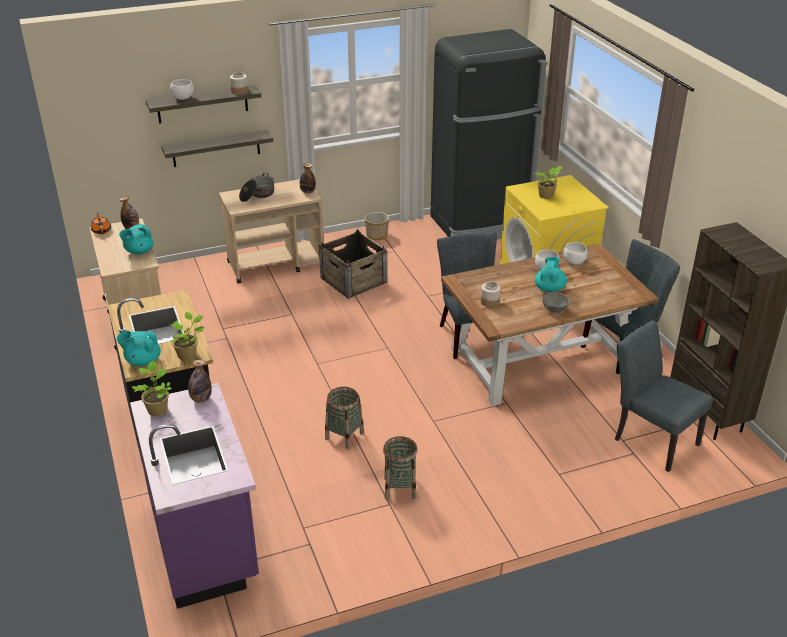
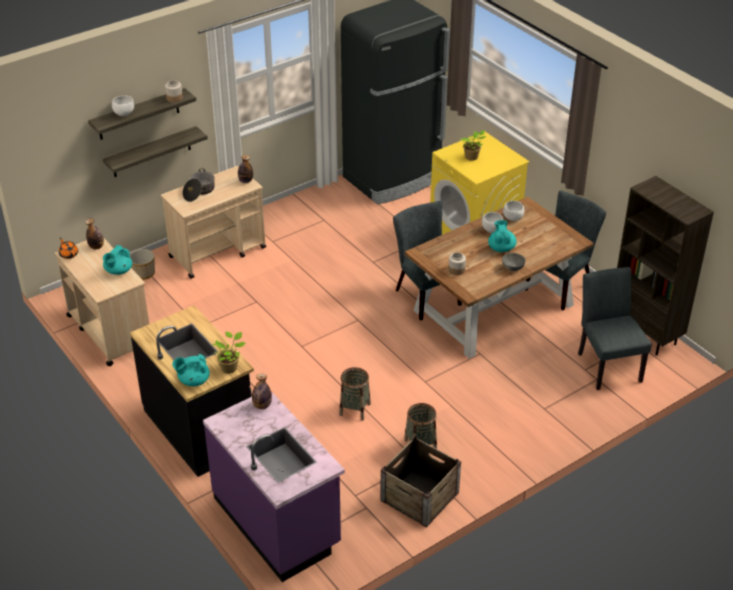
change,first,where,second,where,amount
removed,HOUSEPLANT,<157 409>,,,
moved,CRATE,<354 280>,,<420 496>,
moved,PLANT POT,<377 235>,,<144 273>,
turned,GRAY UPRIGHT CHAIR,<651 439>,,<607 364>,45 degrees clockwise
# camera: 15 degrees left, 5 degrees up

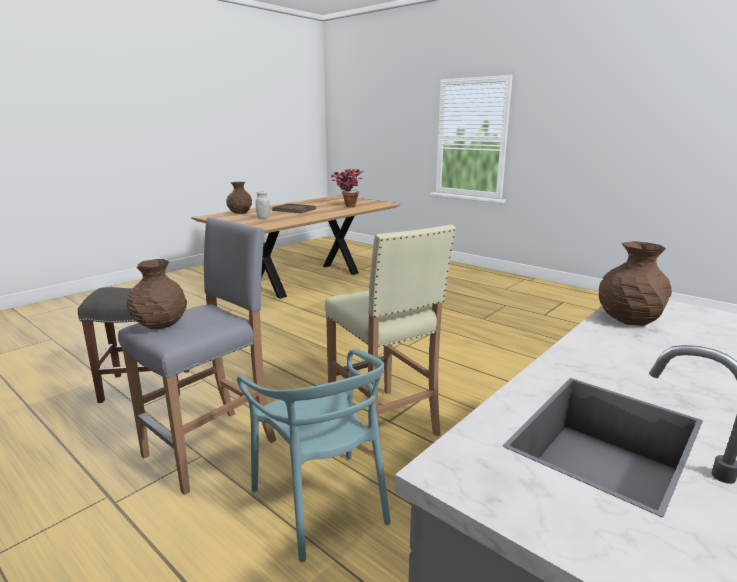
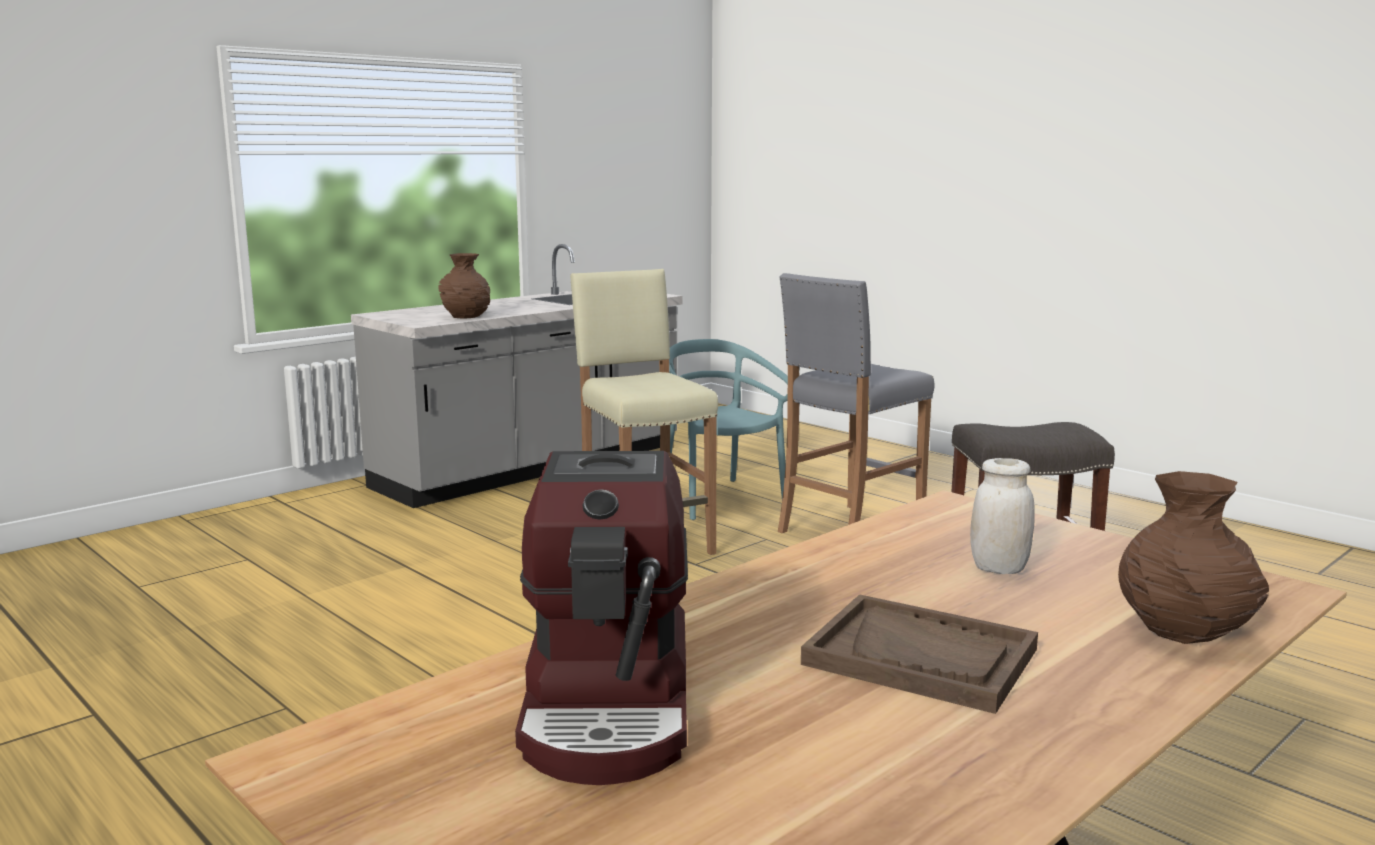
change,first,where,second,where,amount
removed,BROWNISH DECORATIVE VASE,<159 325>,,,
replaced,HOUSEPLANT,<347 206>,COFFEE BREWER,<611 708>,
# camera: 175 degrees left, 5 degrees down

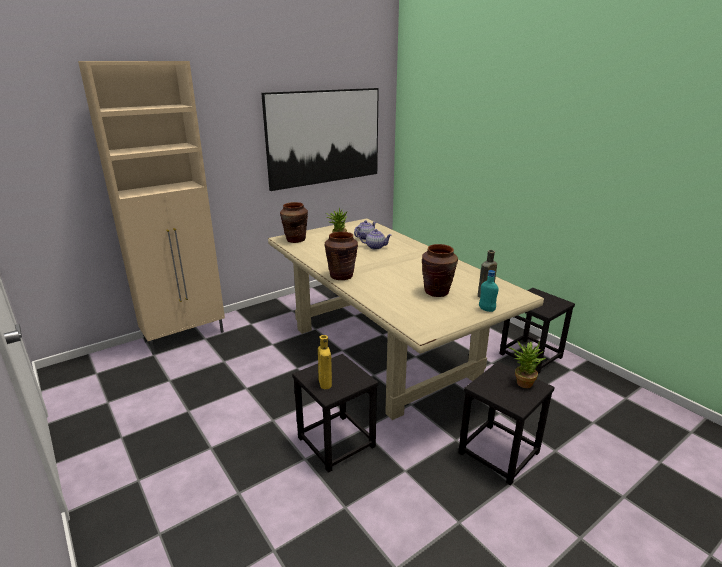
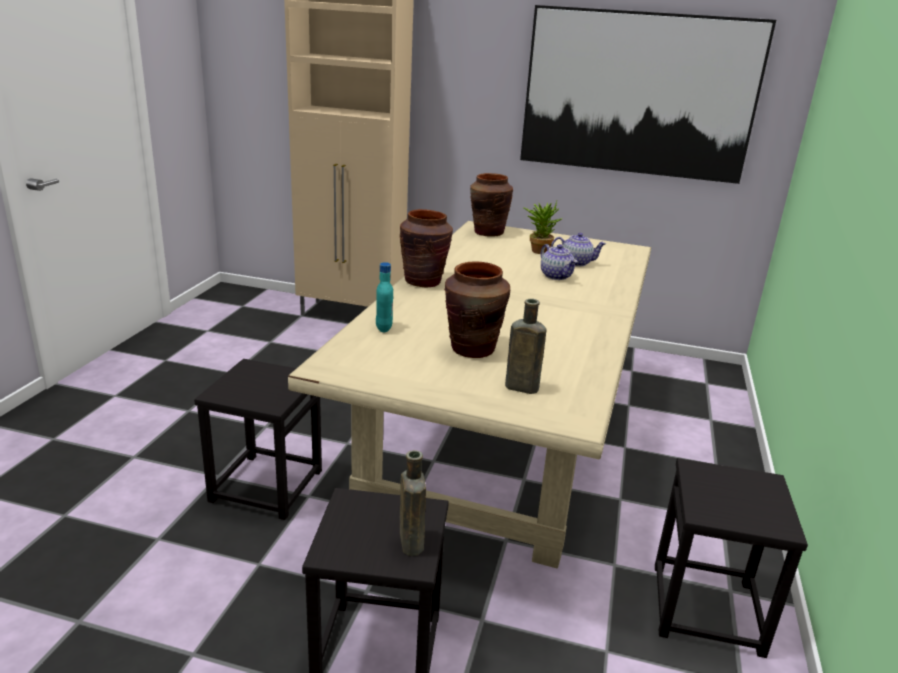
change,first,where,second,where,amount
removed,YELLOW BEVERAGE BOTTLE,<325 384>,,,
moved,TURQUOISE-COLOURED BEVERAGE BOTTLE,<486 309>,,<384 328>,
replaced,HOUSEPLANT,<522 381>,BROWNISH BEVERAGE BOTTLE,<410 540>,
# camera: 50 degrees right, 0 degrees up

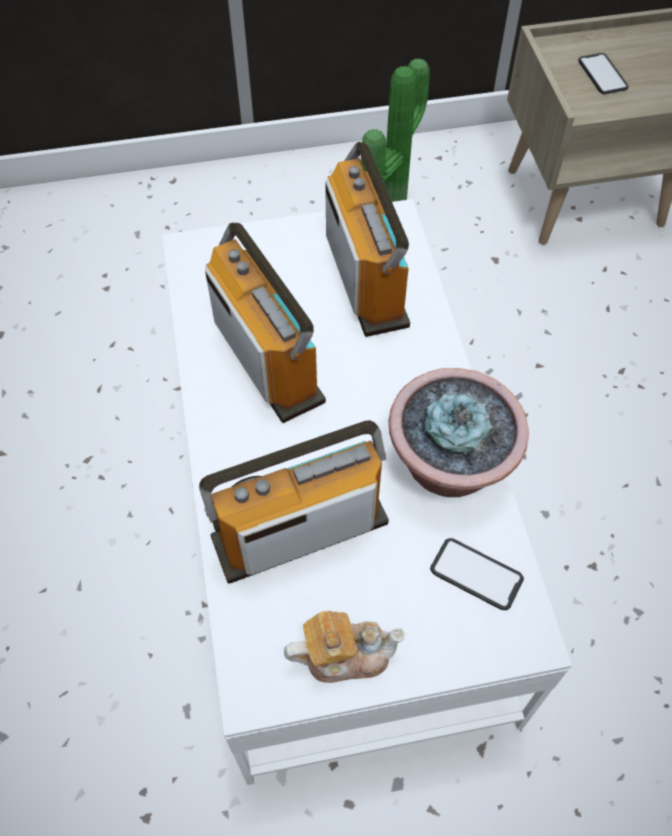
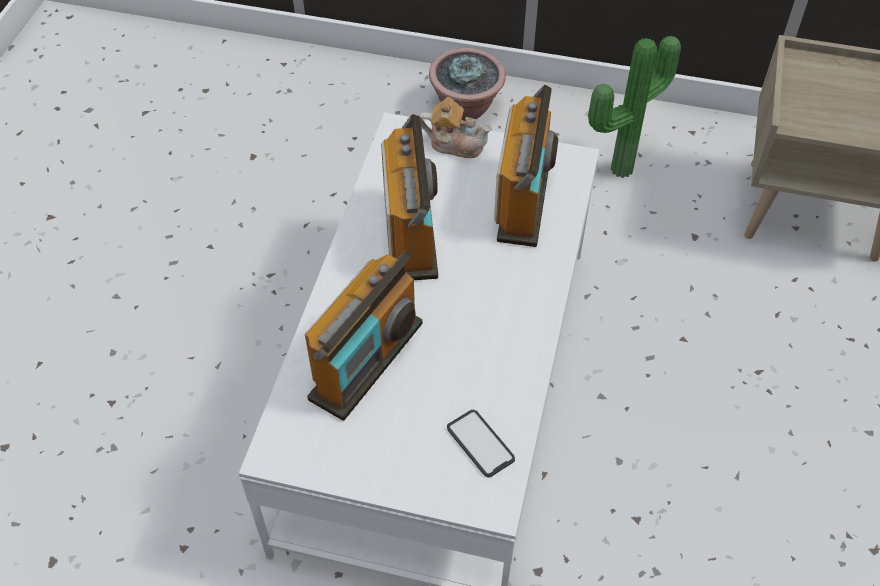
change,first,where,second,where,amount
turned,RADIO,<300 530>,,<367 361>,120 degrees clockwise
moved,TEAPOT,<344 654>,,<455 143>,
moved,HOUSEPLANT,<449 466>,,<466 108>,
removed,TELEPHONE,<602 74>,,,
# camera: 25 degrees right, 5 degrees down

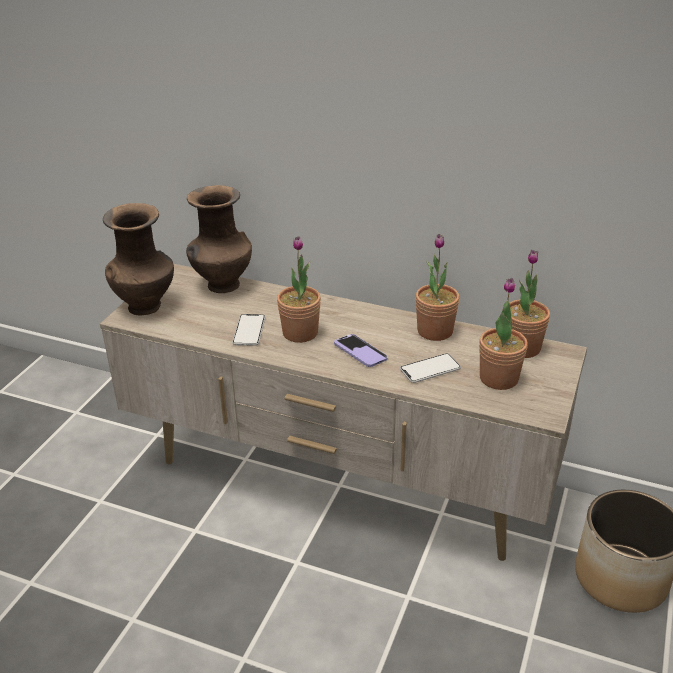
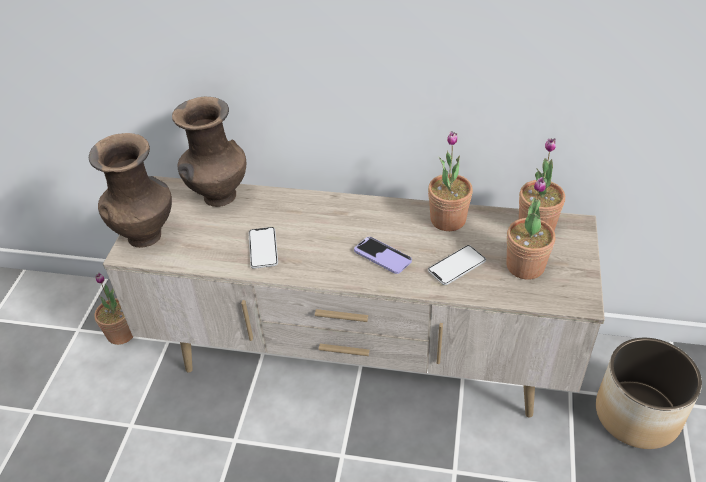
change,first,where,second,where,amount
moved,HOUSEPLANT,<300 333>,,<121 333>,
# camera: 10 degrees left, 10 degrees up

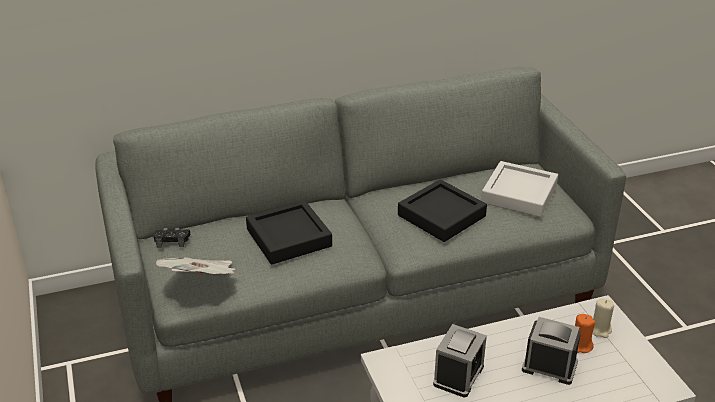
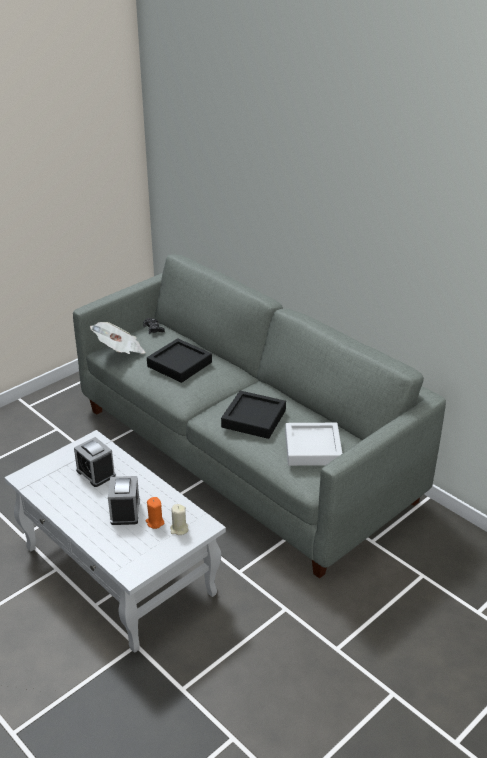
change,first,where,second,where,amount
turned,ALARM CLOCK,<458 375>,,<95 473>,45 degrees clockwise
# camera: 65 degrees right, 0 degrees up

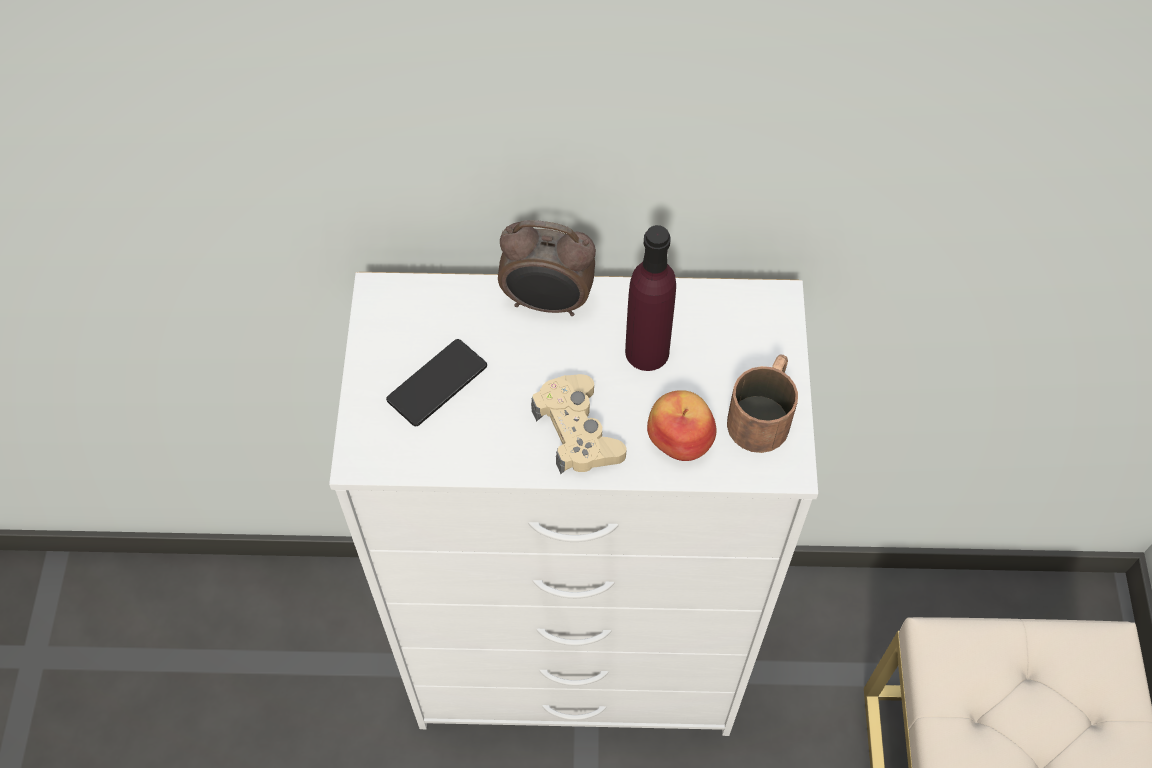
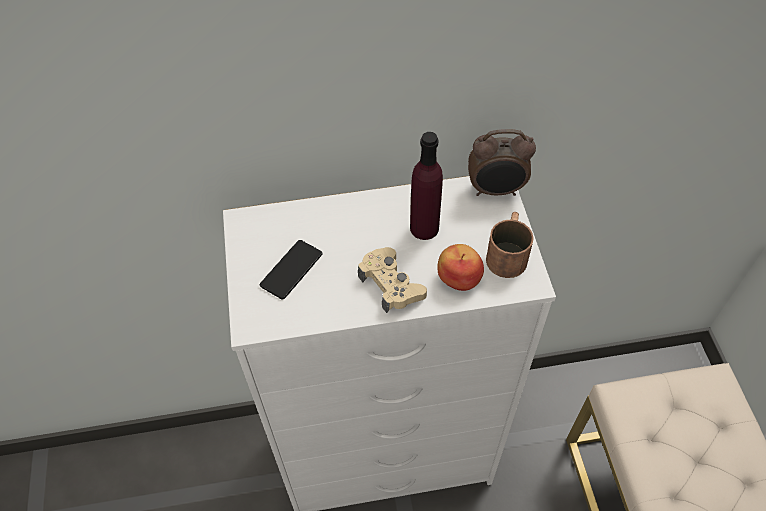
change,first,where,second,where,amount
moved,ALARM CLOCK,<547 303>,,<496 190>,
# camera: 10 degrees left, 5 degrees down

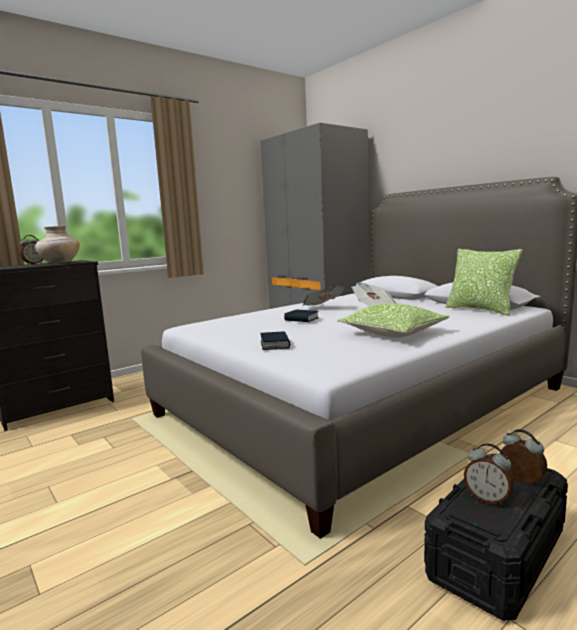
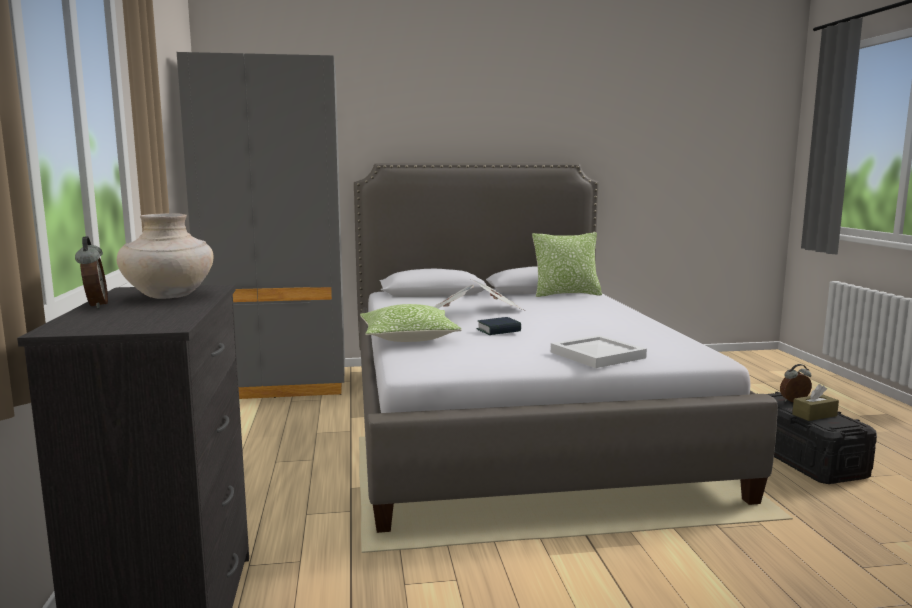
change,first,where,second,where,amount
replaced,BOOK,<275 345>,WHITE TRAY,<597 354>,
moved,THROW PILLOW,<393 333>,,<408 338>,
replaced,ALARM CLOCK,<487 498>,BROWNISH TISSUE BOX,<814 415>,
# camera: 60 degrees left, 0 degrees up

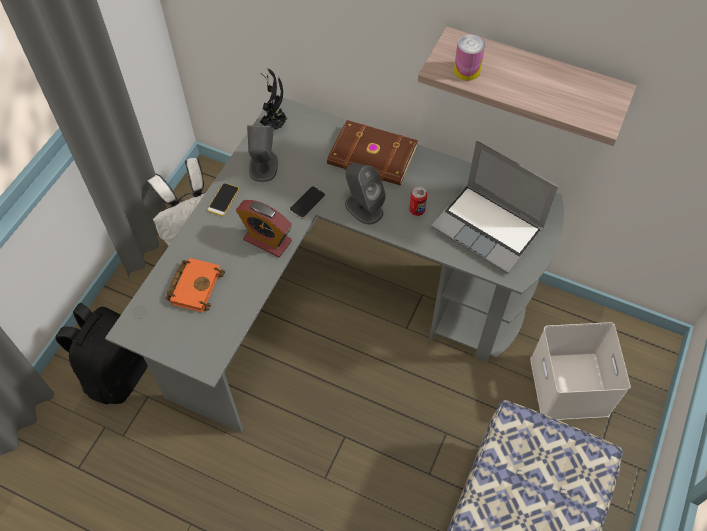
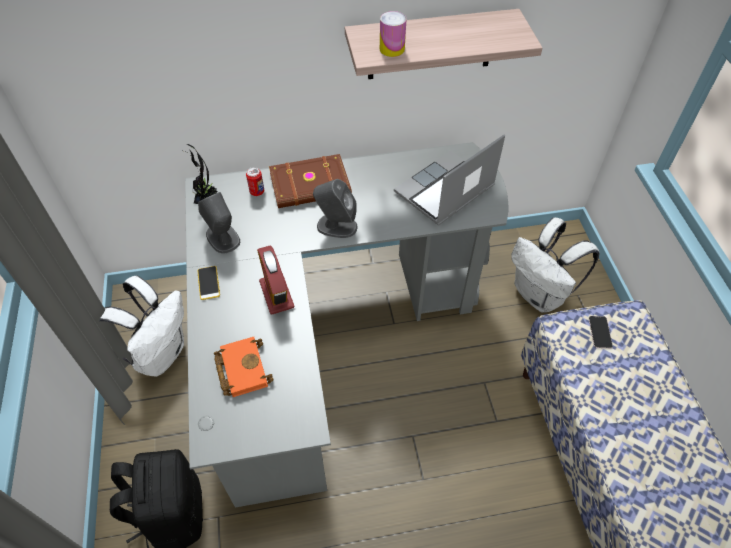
change,first,where,second,where,amount
turned,ALARM CLOCK,<267 240>,,<276 294>,75 degrees clockwise
moved,TELEPHONE,<307 202>,,<600 332>,
moved,METAL CAN,<417 210>,,<257 192>,
turned,LAPTOP,<489 229>,,<444 191>,135 degrees clockwise
replaced,WHITE STORAGE BOX,<571 387>,WHITE BACKPACK,<540 295>,
# camera: 35 degrees left, 5 degrees down

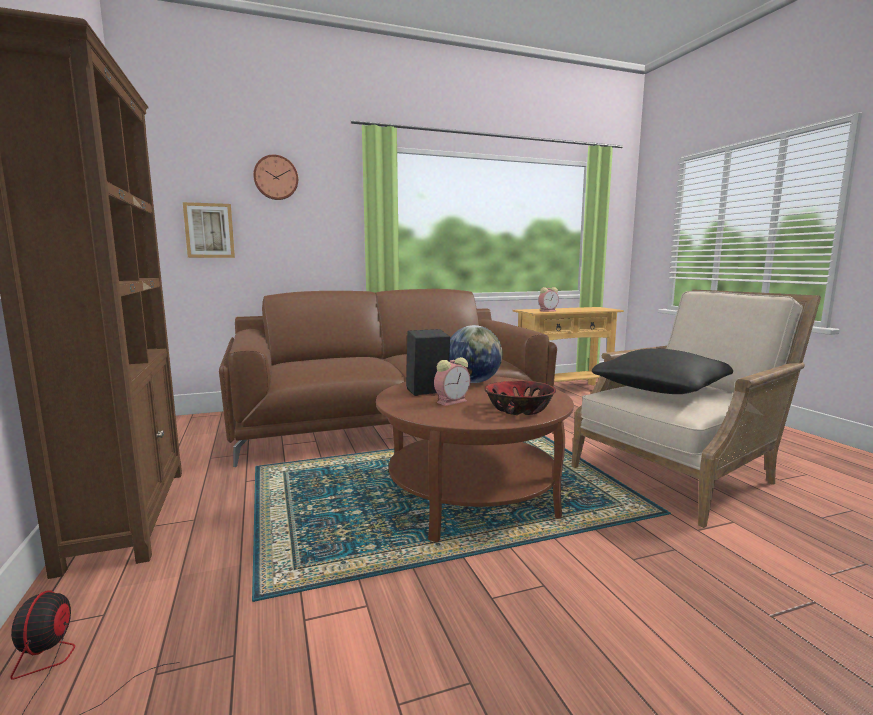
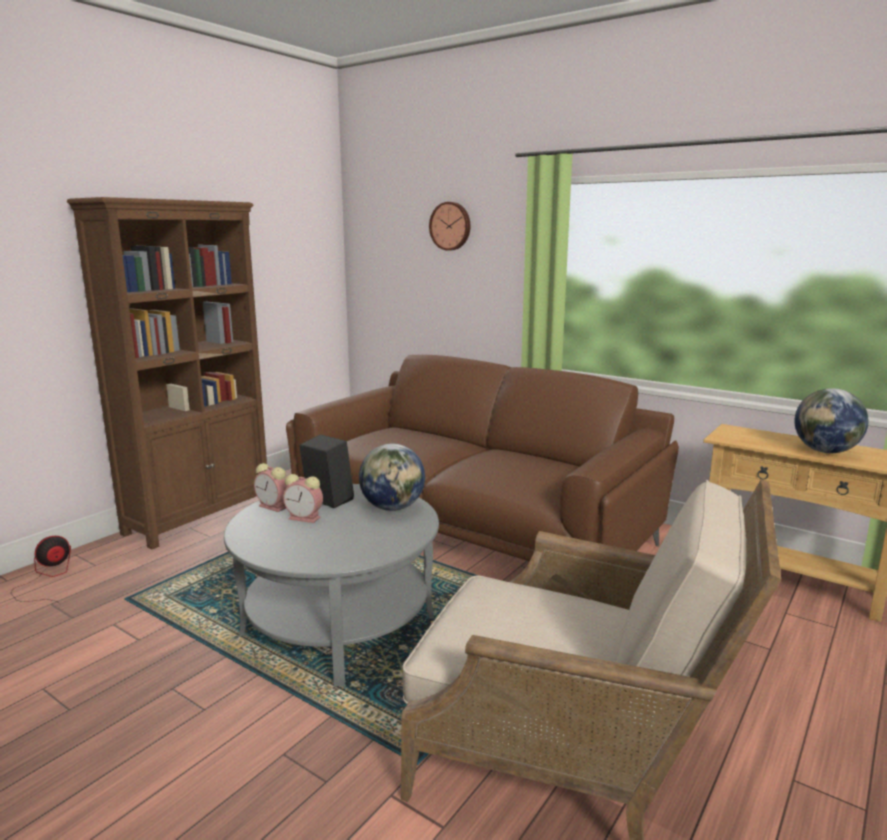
change,first,where,second,where,amount
removed,WALL PICTURE,<209 230>,,,
recoloured,BROWNISH LOUNGE TABLE,<472 498>,GRAY LOUNGE TABLE,<339 625>,
removed,BOWL,<518 409>,,,
moved,ALARM CLOCK,<548 311>,,<274 507>,
removed,BLACKISH THROW PILLOW,<661 389>,,,
added,,,GLOBE,<825 451>,
# camera: 55 degrees right, 5 degrees up

